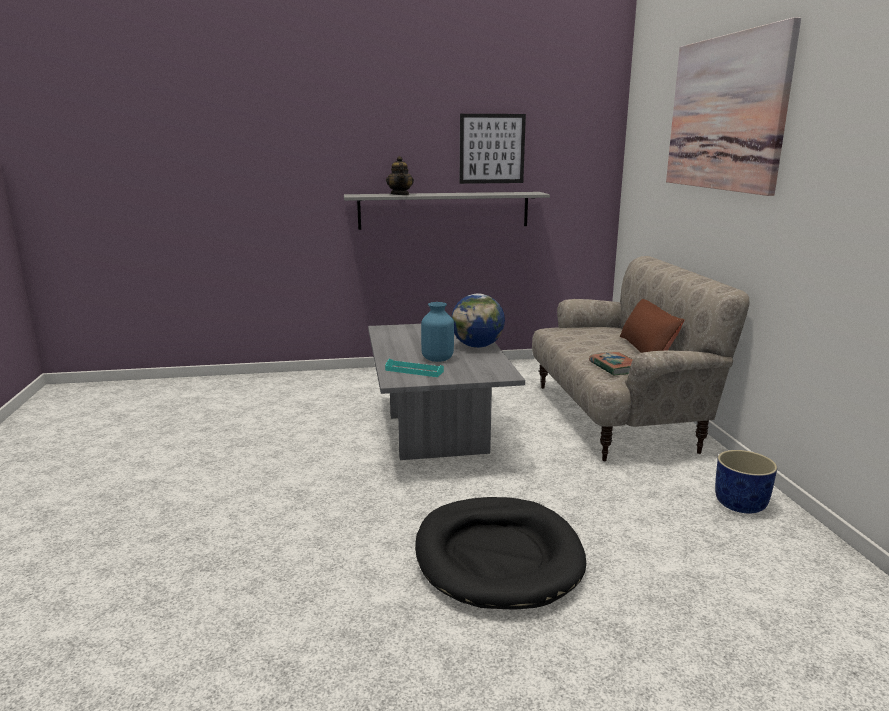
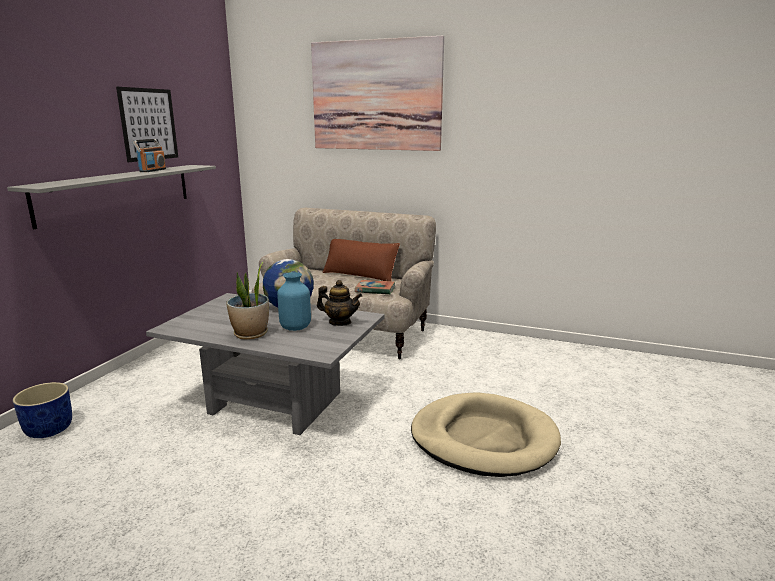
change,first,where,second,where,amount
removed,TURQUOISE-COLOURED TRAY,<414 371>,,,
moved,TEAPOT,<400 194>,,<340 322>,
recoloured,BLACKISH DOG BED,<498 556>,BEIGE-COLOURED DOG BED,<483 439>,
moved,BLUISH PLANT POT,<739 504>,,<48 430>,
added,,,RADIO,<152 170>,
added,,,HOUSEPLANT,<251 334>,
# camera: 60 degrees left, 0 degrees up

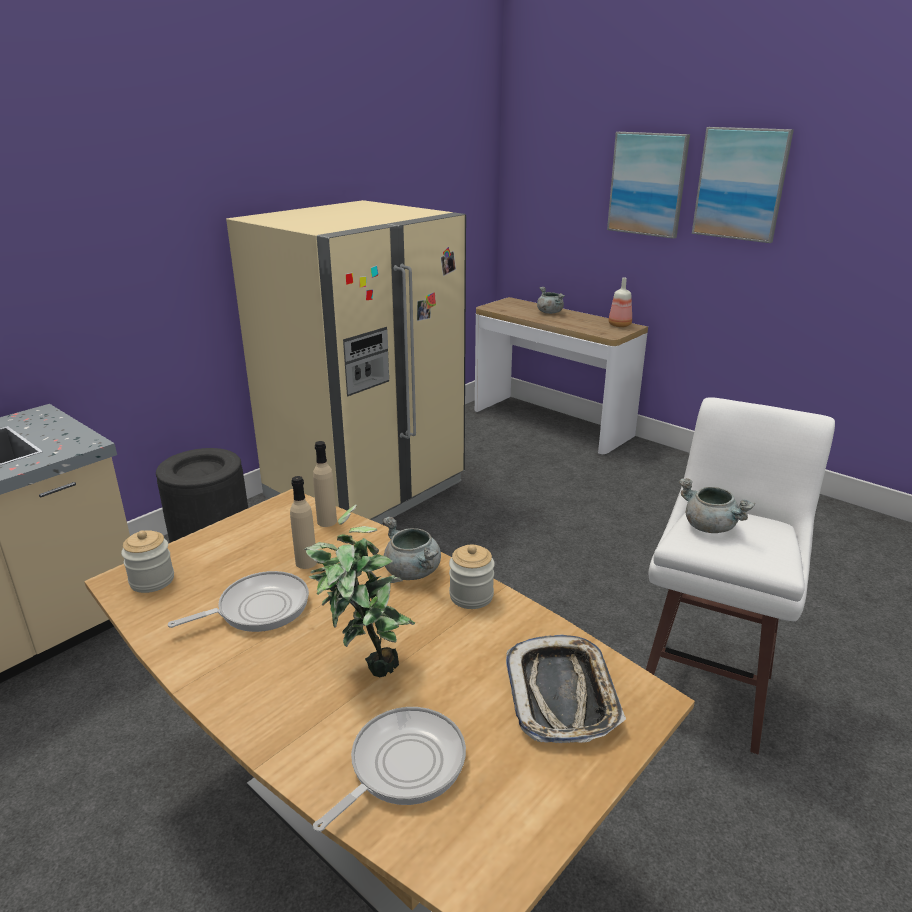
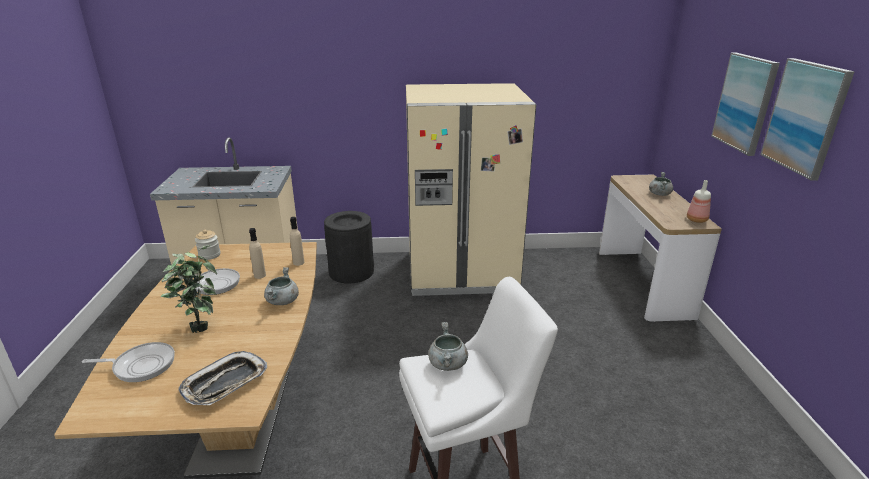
change,first,where,second,where,amount
removed,STORAGE JAR,<471 596>,,,
# camera: 45 degrees right, 0 degrees up

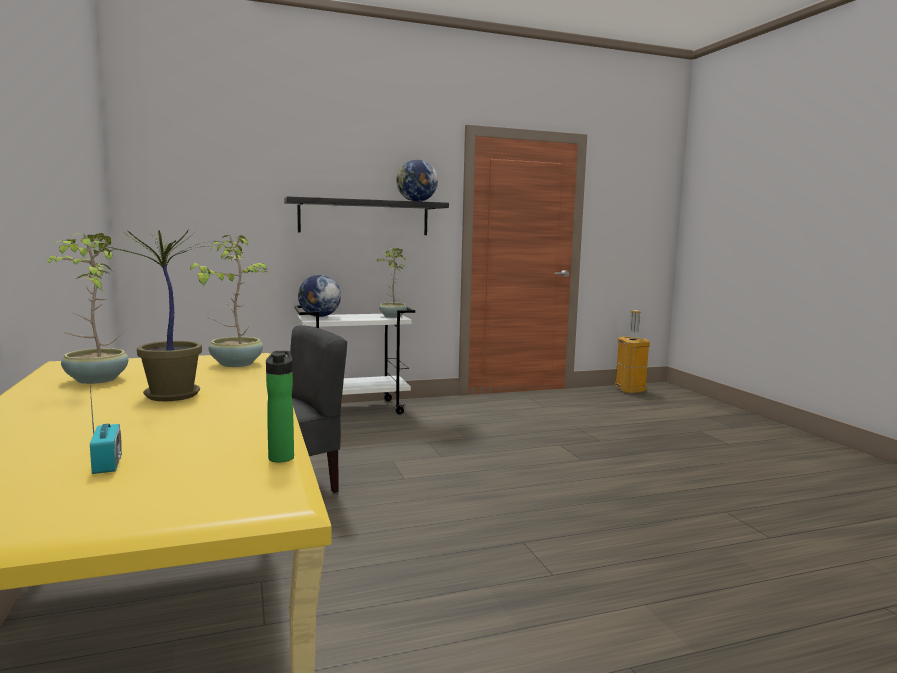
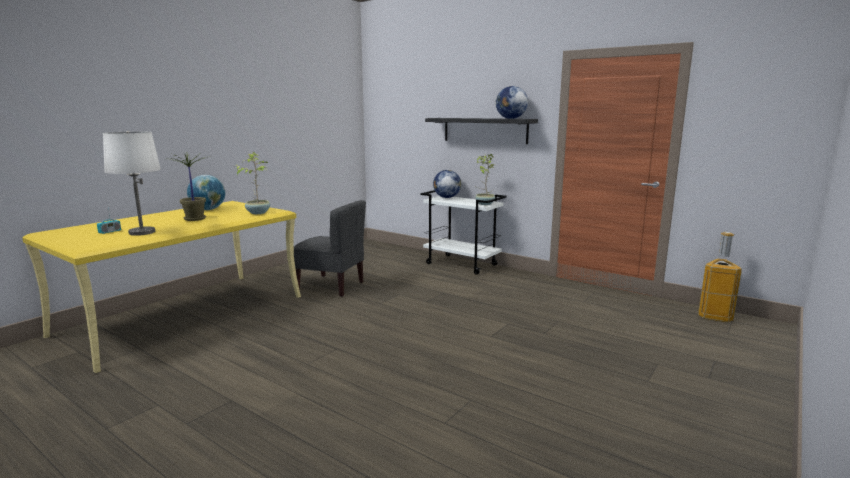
change,first,where,second,where,amount
replaced,HOUSEPLANT,<95 380>,GLOBE,<208 209>,
removed,BEVERAGE BOTTLE,<281 456>,,,
added,,,WHITE LAMP FOR A TABLE,<141 232>,
# camera: 55 degrees right, 5 degrees up

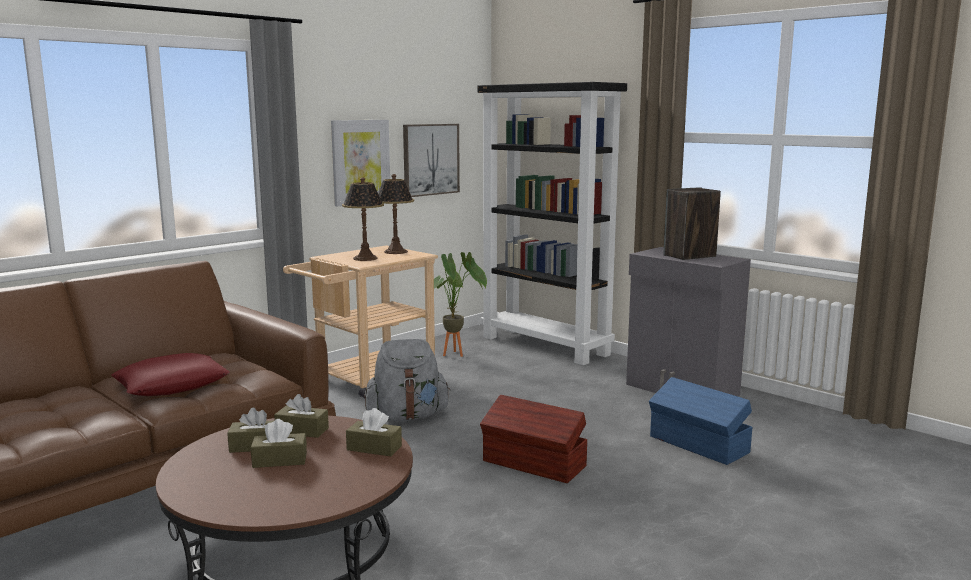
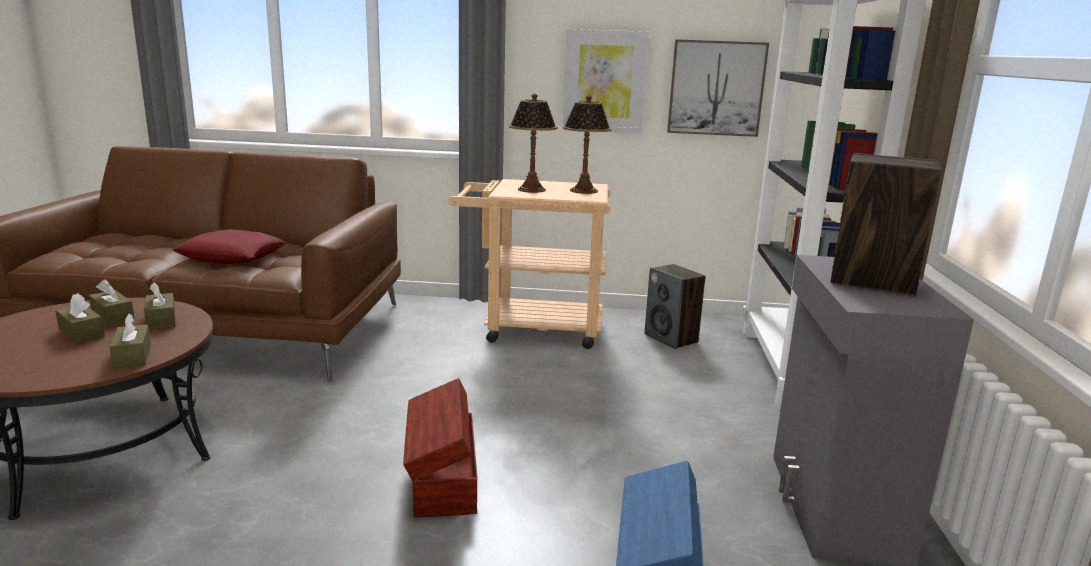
change,first,where,second,where,amount
removed,GRAY BACKPACK,<407 416>,,,
replaced,HOUSEPLANT,<458 354>,SPEAKER,<671 338>,
# camera: 50 degrees right, 5 degrees up

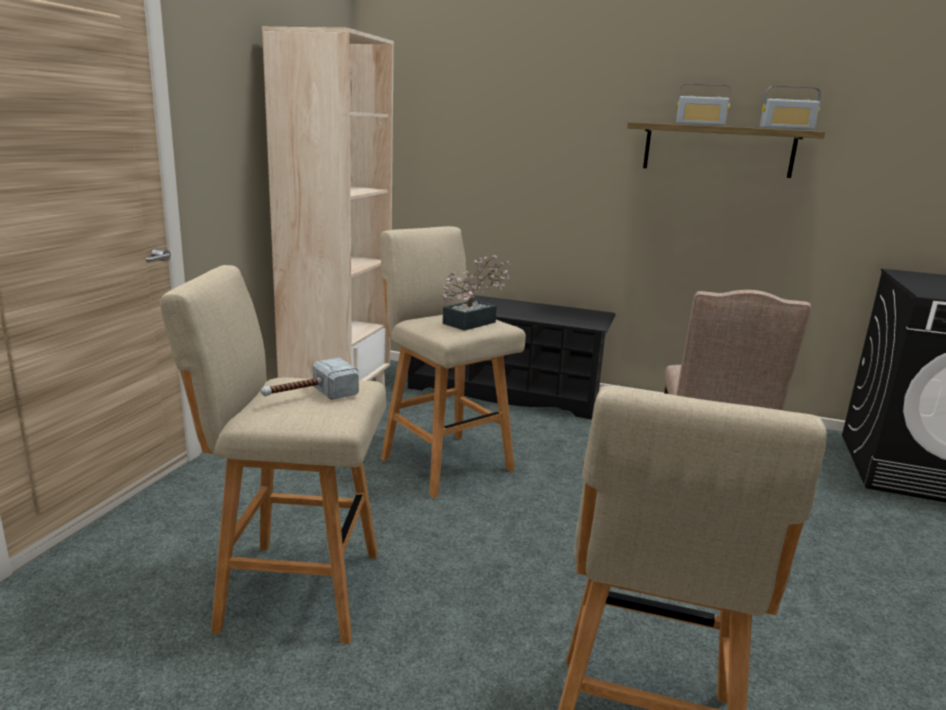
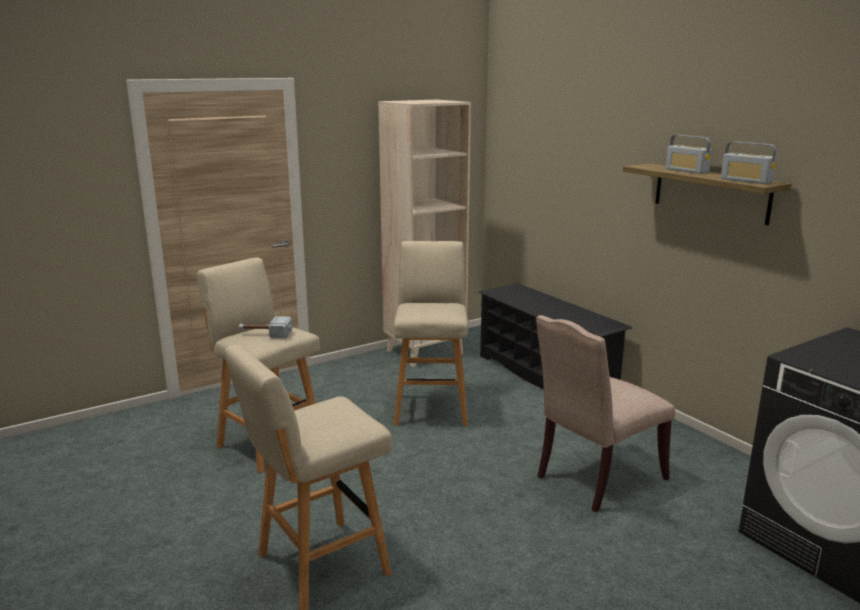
change,first,where,second,where,amount
removed,HOUSEPLANT,<474 322>,,,
# camera: 40 degrees right, 0 degrees up

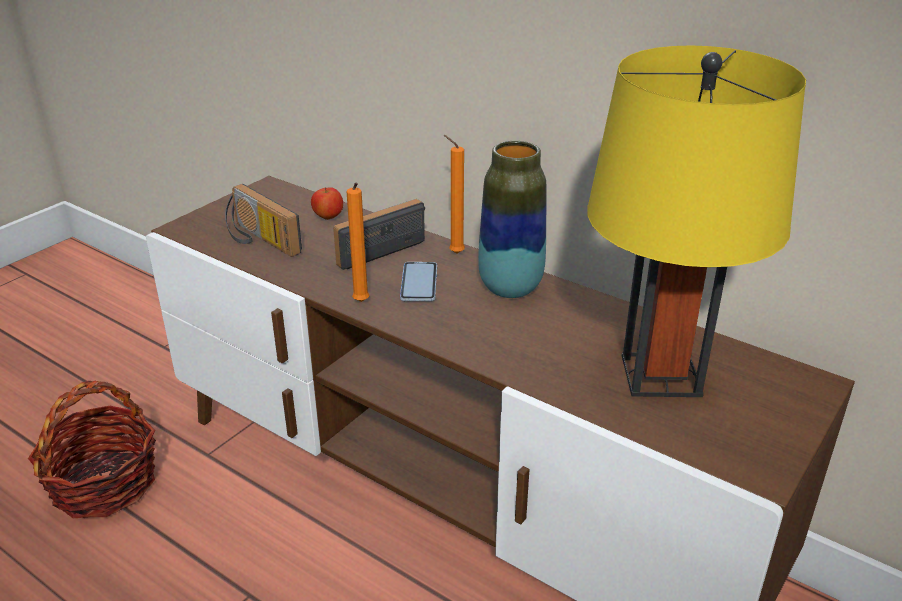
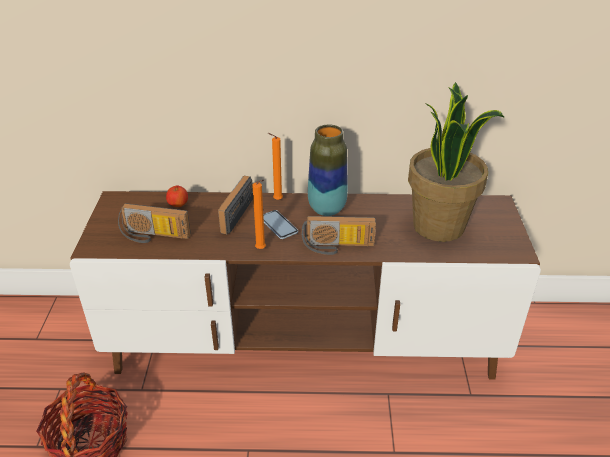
change,first,where,second,where,amount
replaced,YELLOW LAMP FOR A TABLE,<661 375>,HOUSEPLANT,<440 226>,
added,,,RADIO,<337 247>,
# camera: 35 degrees left, 5 degrees up

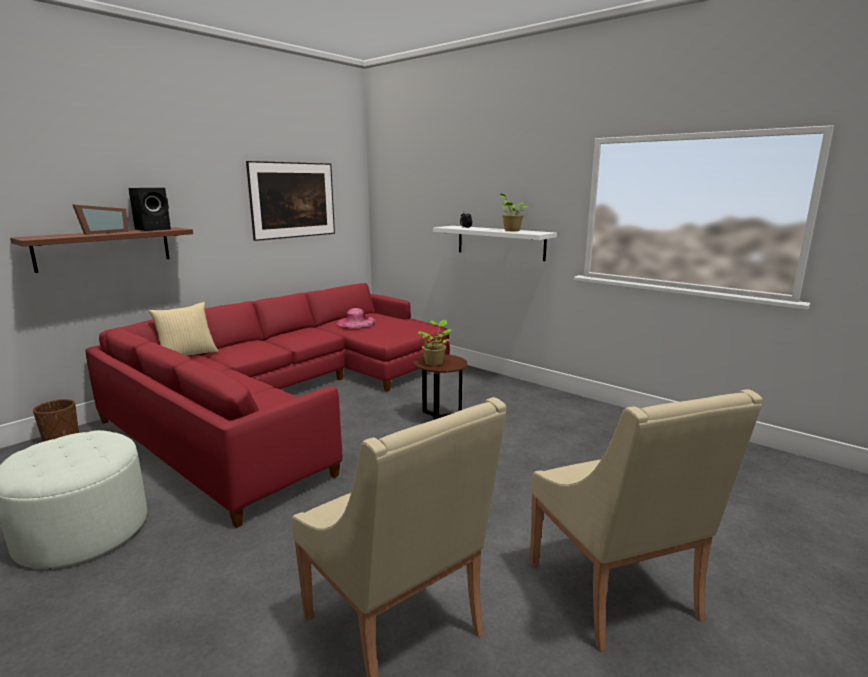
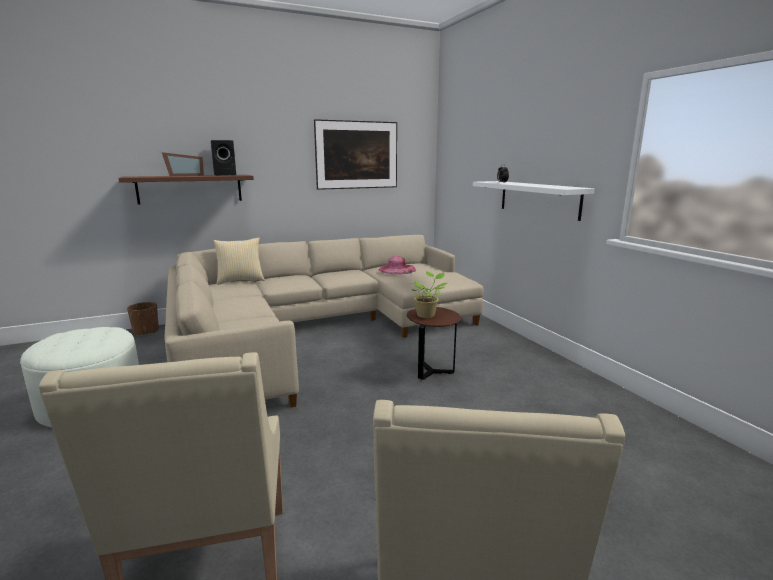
change,first,where,second,where,amount
recoloured,REDDISH SOFA,<288 399>,BEIGE-COLOURED SOFA,<317 330>,
removed,HOUSEPLANT,<511 230>,,,
# camera: 25 degrees right, 0 degrees up

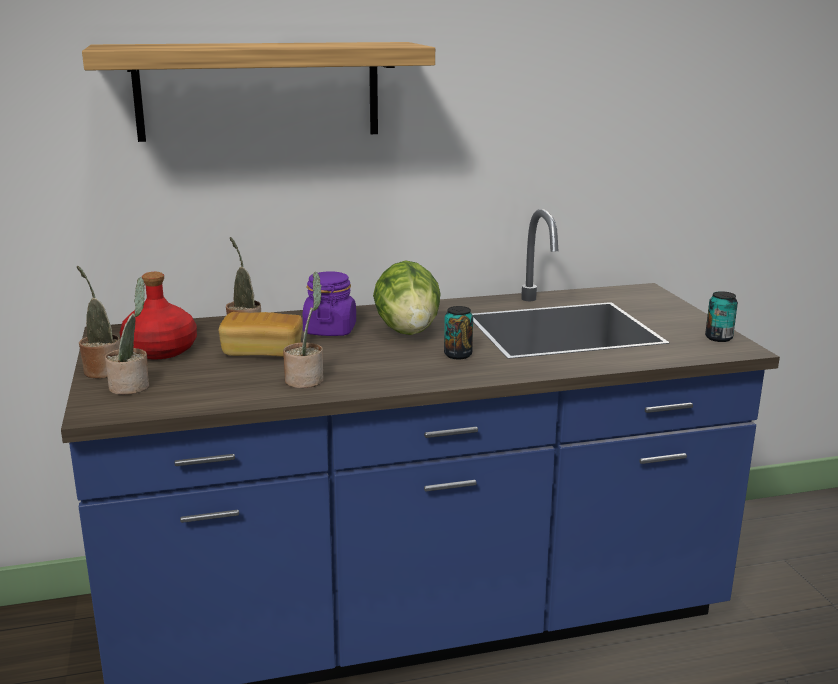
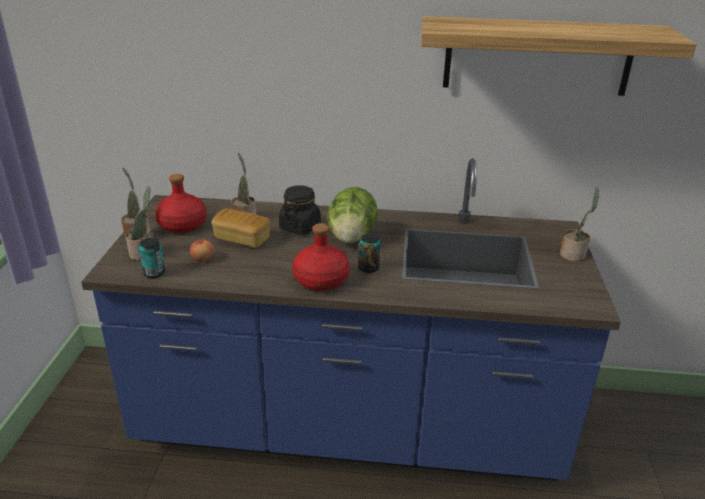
change,first,where,second,where,amount
moved,SHELF,<258 91>,,<537 56>,
moved,HOUSEPLANT,<306 380>,,<573 254>,
recoloured,PURPLISH STORAGE JAR,<330 330>,BLACKISH STORAGE JAR,<300 227>,
moved,METAL CAN,<718 338>,,<154 273>,
added,,,APPLE FRUIT,<203 259>,
added,,,REDDISH BEVERAGE BOTTLE,<321 279>,
# camera: 20 degrees right, 10 degrees up

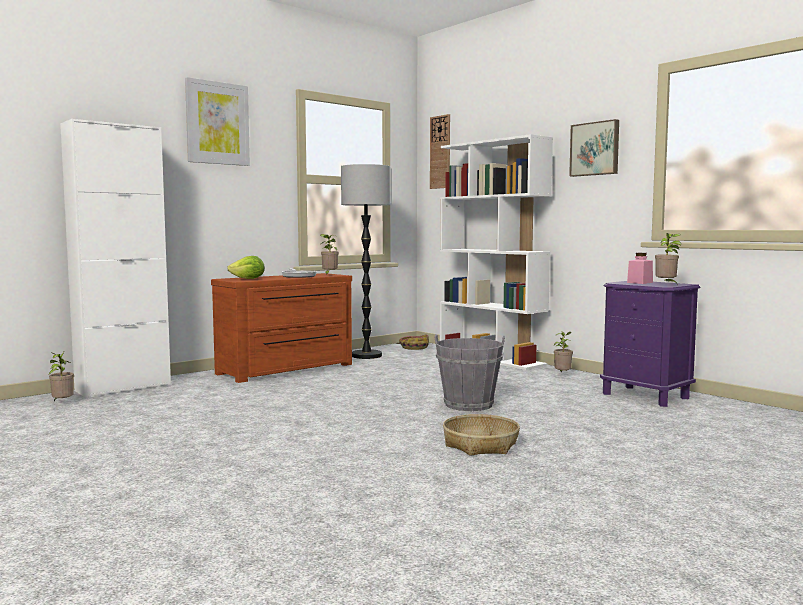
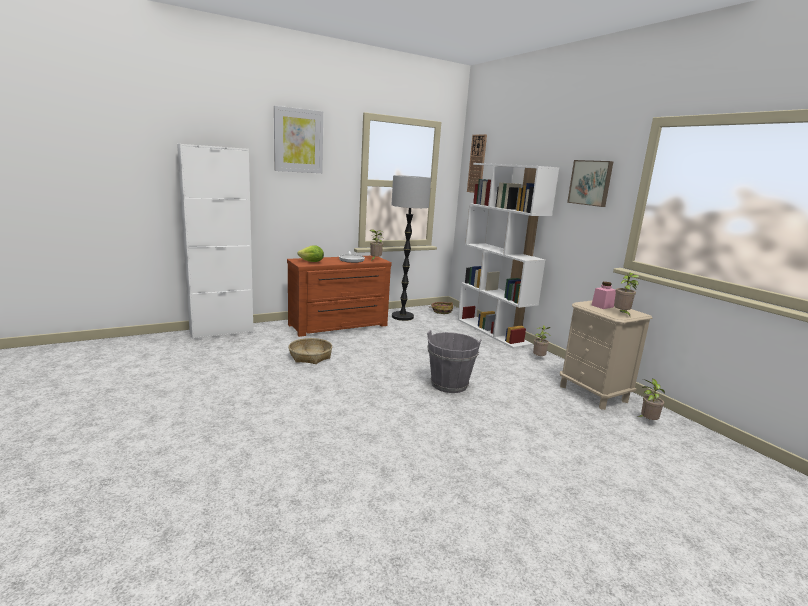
change,first,where,second,where,amount
moved,HOUSEPLANT,<62 403>,,<647 421>,
moved,STORAGE BASKET,<481 445>,,<310 356>,
recoloured,PURPLISH NIGHTSTAND,<646 396>,BEIGE-COLOURED NIGHTSTAND,<593 394>,
# camera: 10 degrees right, 10 degrees up

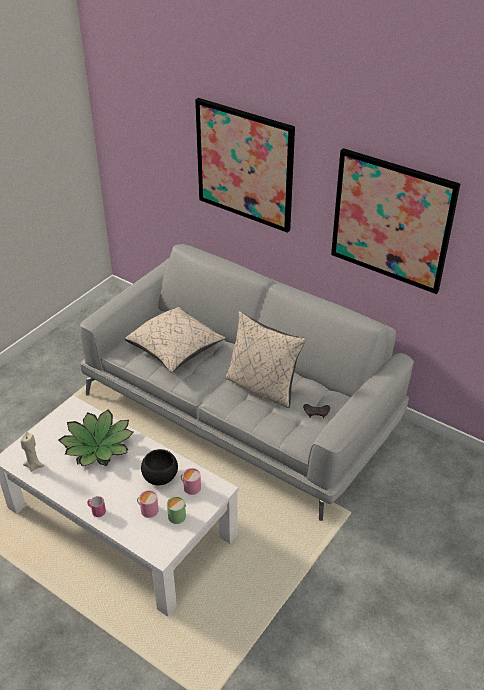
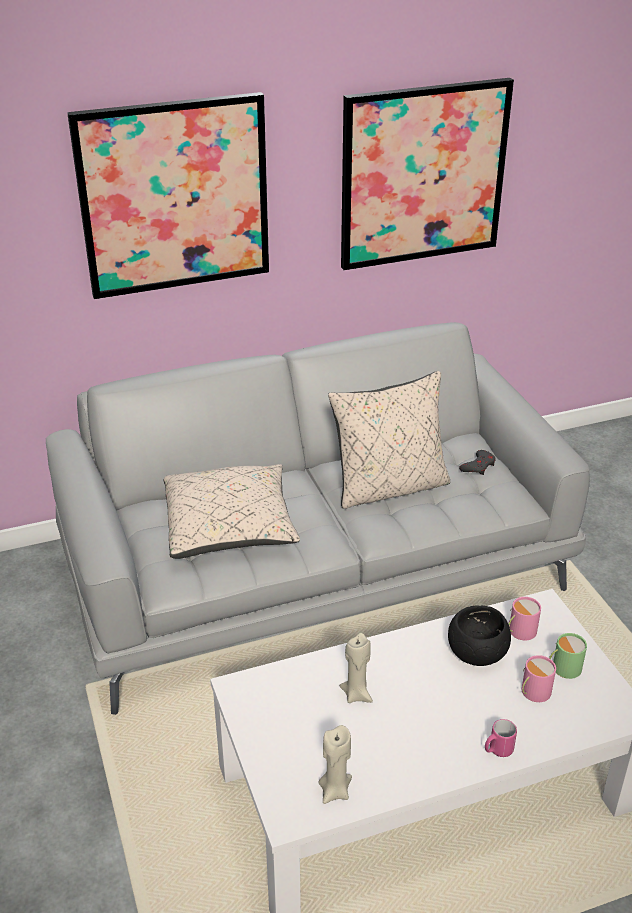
change,first,where,second,where,amount
replaced,HOUSEPLANT,<98 446>,BEIGE-COLOURED WAX LIGHT,<356 694>,
# camera: 55 degrees left, 5 degrees down

